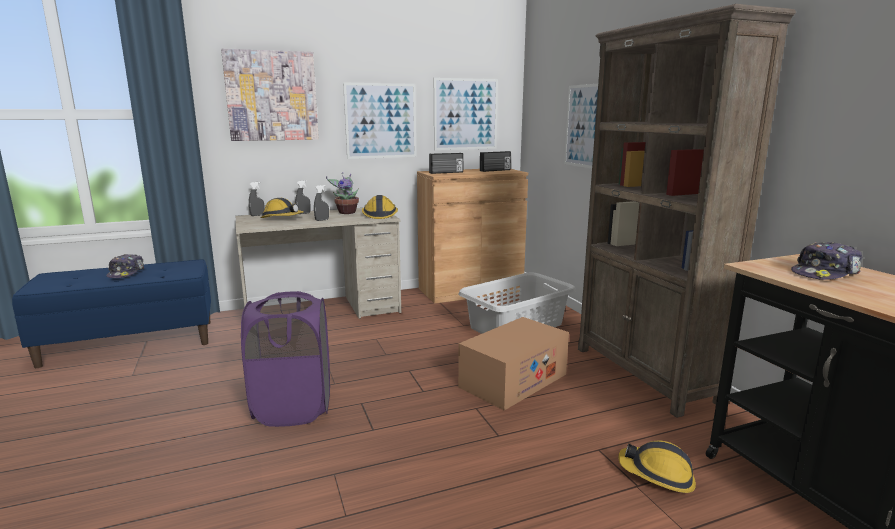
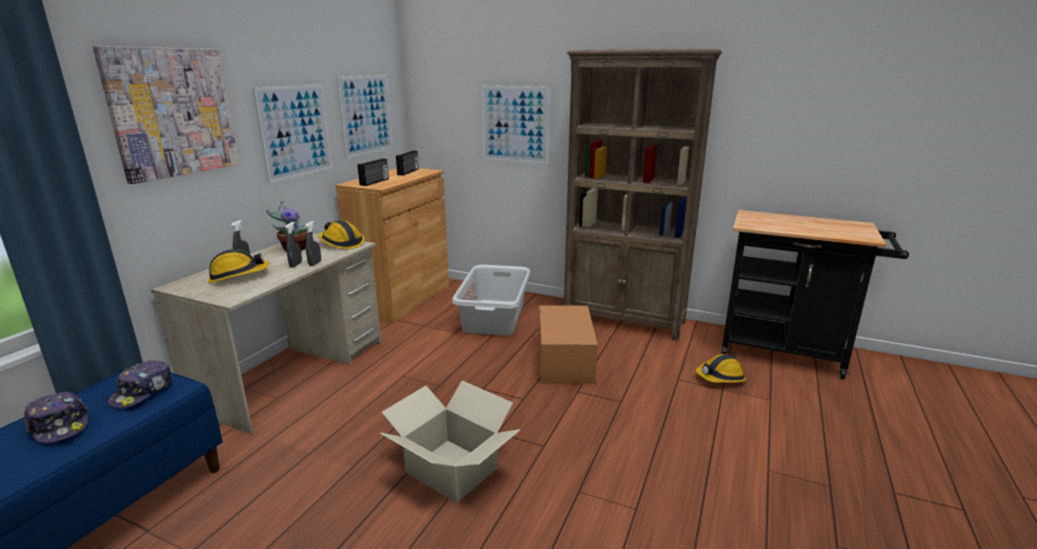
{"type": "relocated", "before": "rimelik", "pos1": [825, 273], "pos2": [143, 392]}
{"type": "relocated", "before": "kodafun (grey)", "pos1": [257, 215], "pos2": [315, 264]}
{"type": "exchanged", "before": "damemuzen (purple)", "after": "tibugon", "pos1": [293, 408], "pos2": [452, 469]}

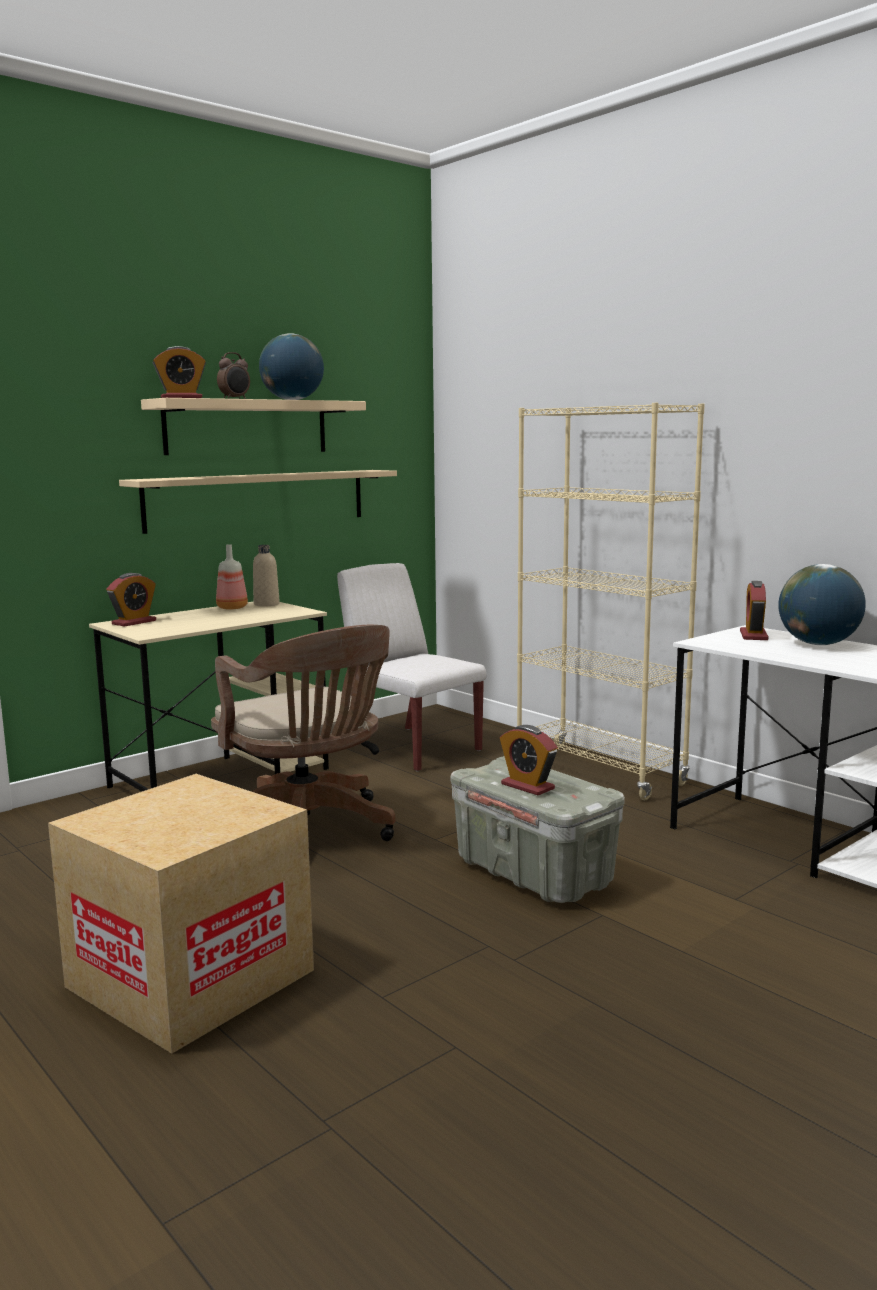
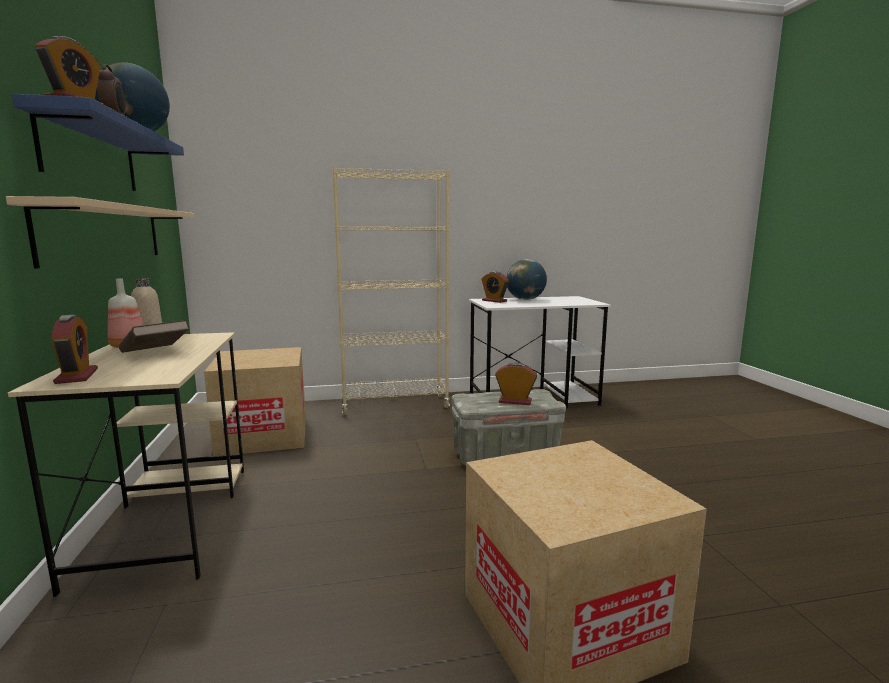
{"type": "colour", "before": "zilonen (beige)", "after": "zilonen (blue)", "pos1": [247, 427], "pos2": [91, 154]}
{"type": "appeared", "after": "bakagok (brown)", "pos2": [155, 353]}
{"type": "exchanged", "before": "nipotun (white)", "after": "tibugon", "pos1": [411, 748], "pos2": [263, 435]}
{"type": "spun", "before": "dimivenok", "pos1": [527, 786], "pos2": [515, 401], "turn": -150}
{"type": "missing", "before": "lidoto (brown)", "pos1": [309, 831]}

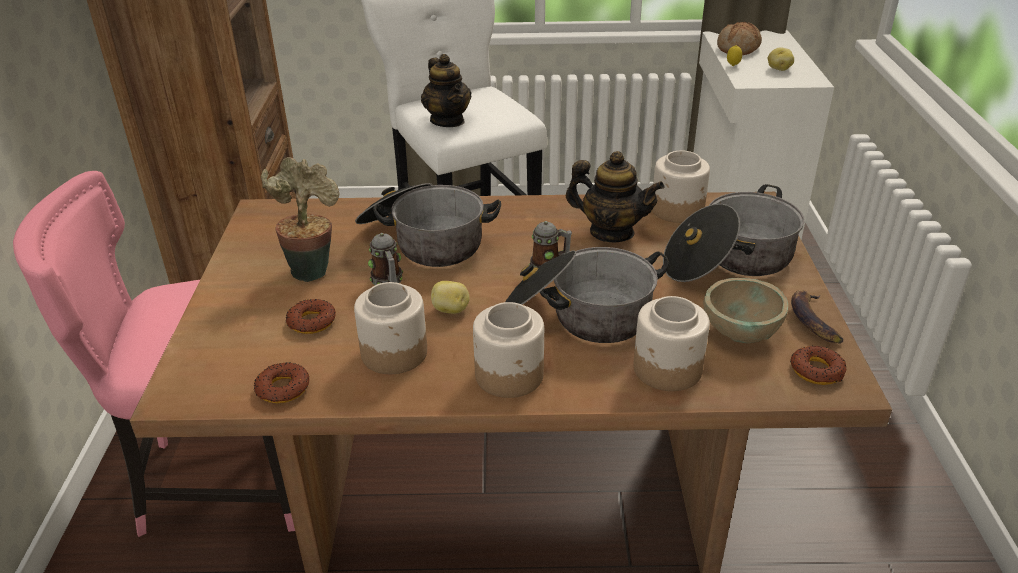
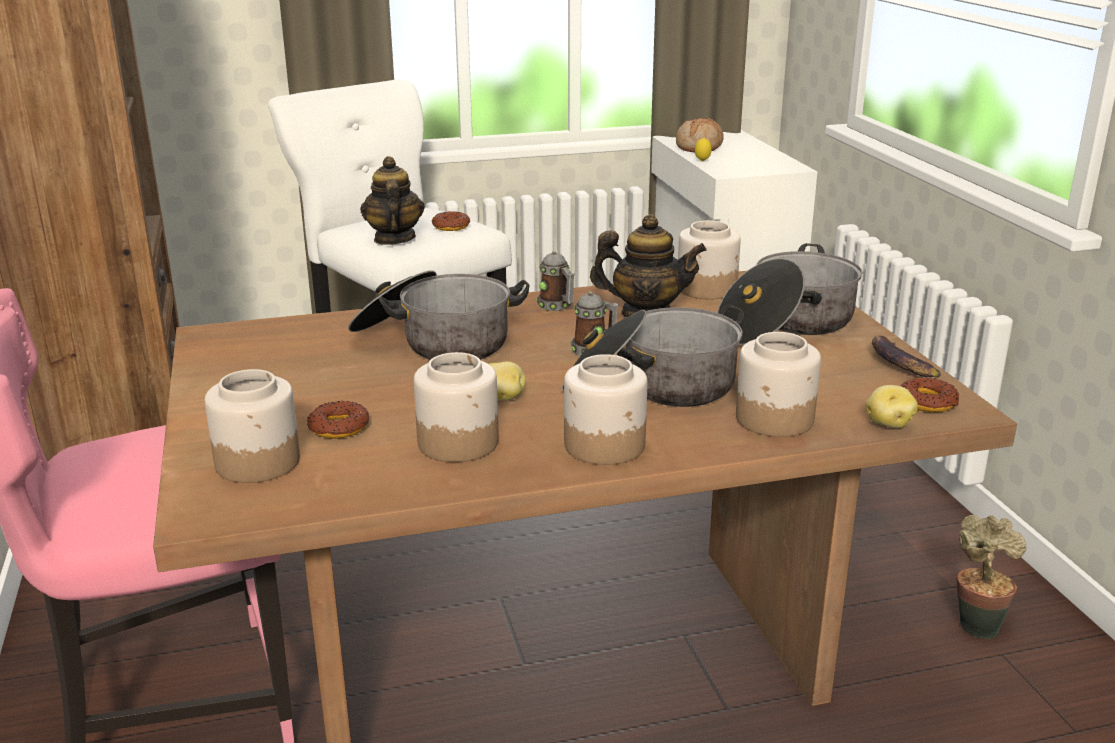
{"type": "appeared", "after": "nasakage", "pos2": [259, 462]}
{"type": "spun", "before": "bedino", "pos1": [448, 121], "pos2": [394, 239], "turn": -150}
{"type": "relocated", "before": "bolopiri", "pos1": [283, 388], "pos2": [451, 226]}
{"type": "relocated", "before": "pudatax", "pos1": [388, 281], "pos2": [557, 306]}
{"type": "relocated", "before": "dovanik", "pos1": [779, 69], "pos2": [888, 423]}
{"type": "relocated", "before": "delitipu", "pos1": [312, 268], "pos2": [976, 624]}
{"type": "missing", "before": "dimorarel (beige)", "pos1": [739, 334]}

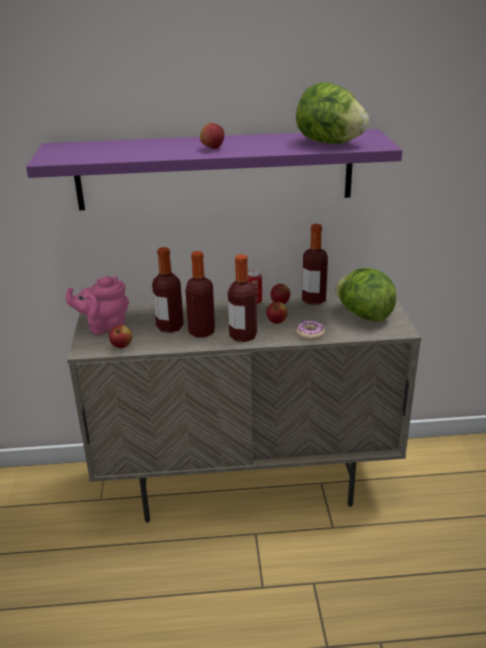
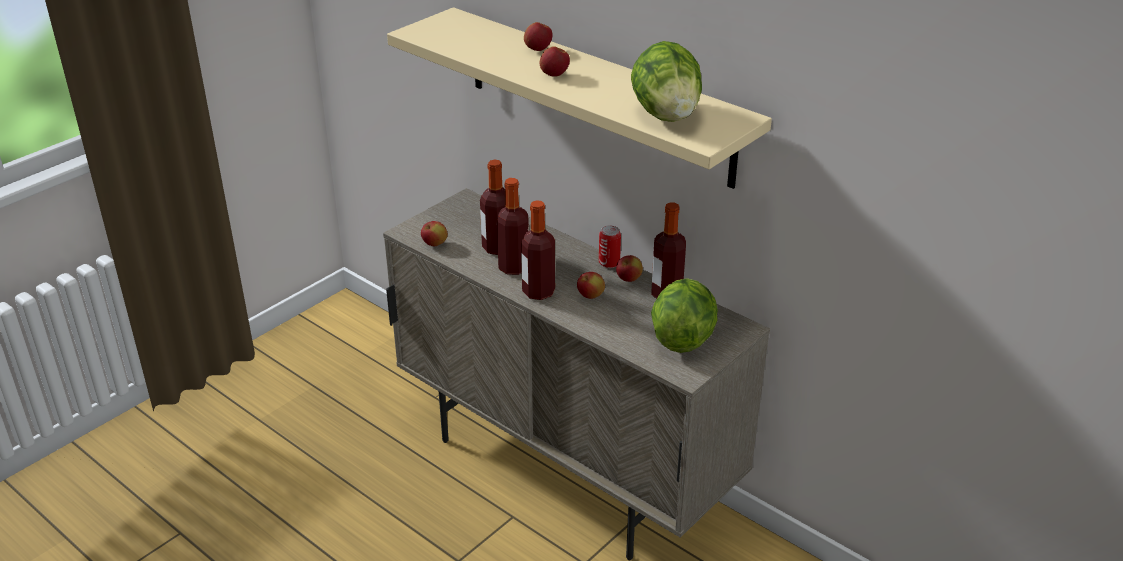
{"type": "colour", "before": "zilonen (purple)", "after": "zilonen (beige)", "pos1": [215, 170], "pos2": [596, 95]}
{"type": "appeared", "after": "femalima", "pos2": [538, 49]}
{"type": "missing", "before": "bedino (pink)", "pos1": [104, 327]}
{"type": "missing", "before": "bolopiri", "pos1": [310, 334]}

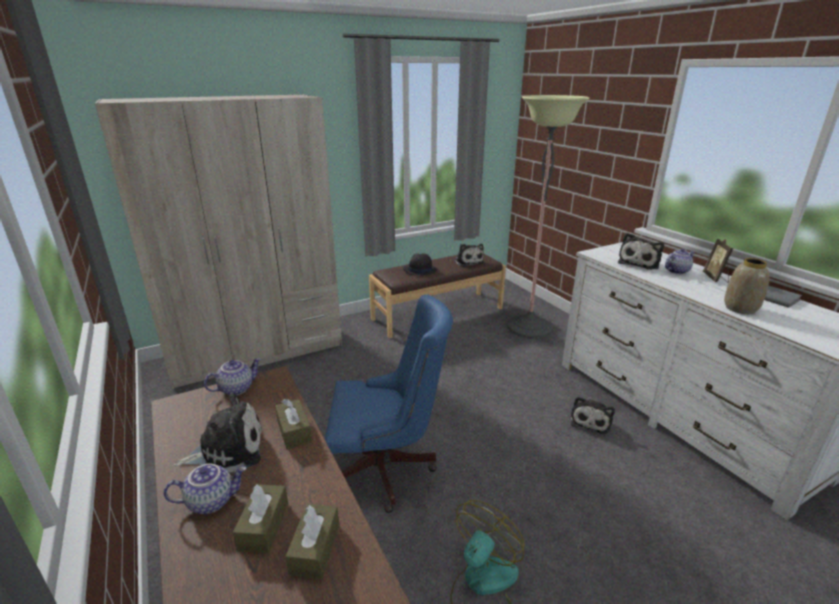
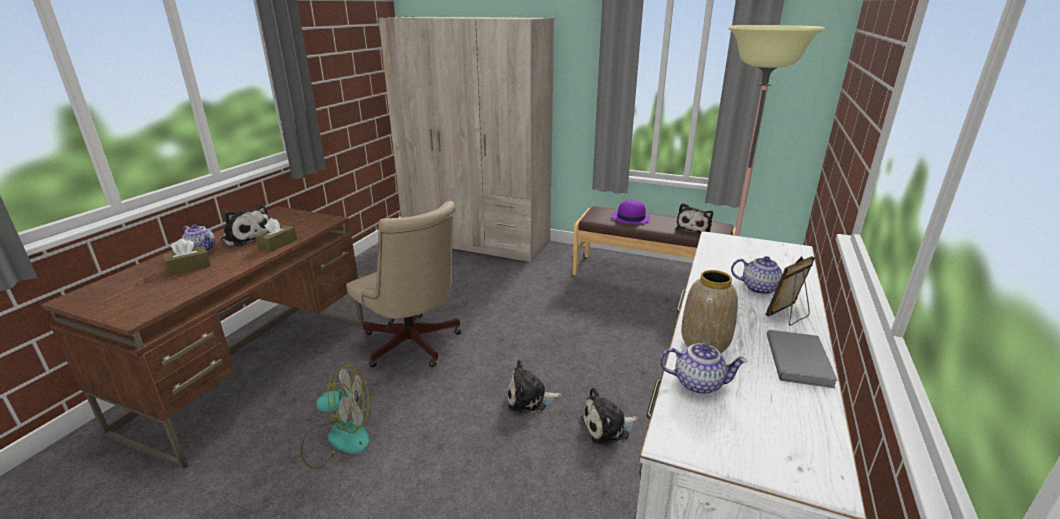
{"type": "colour", "before": "lidoto (blue)", "after": "lidoto (beige)", "pos1": [386, 469], "pos2": [413, 346]}
{"type": "relocated", "before": "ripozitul", "pos1": [639, 263], "pos2": [529, 399]}
{"type": "colour", "before": "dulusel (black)", "after": "dulusel (purple)", "pos1": [419, 270], "pos2": [630, 218]}
{"type": "relocated", "before": "bedino", "pos1": [236, 388], "pos2": [698, 383]}
{"type": "missing", "before": "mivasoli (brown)", "pos1": [315, 548]}

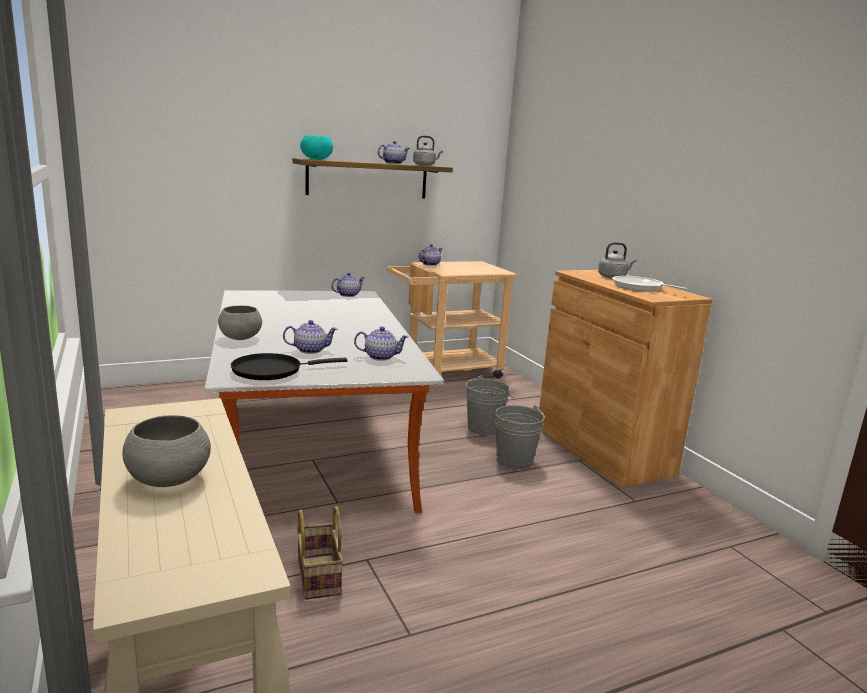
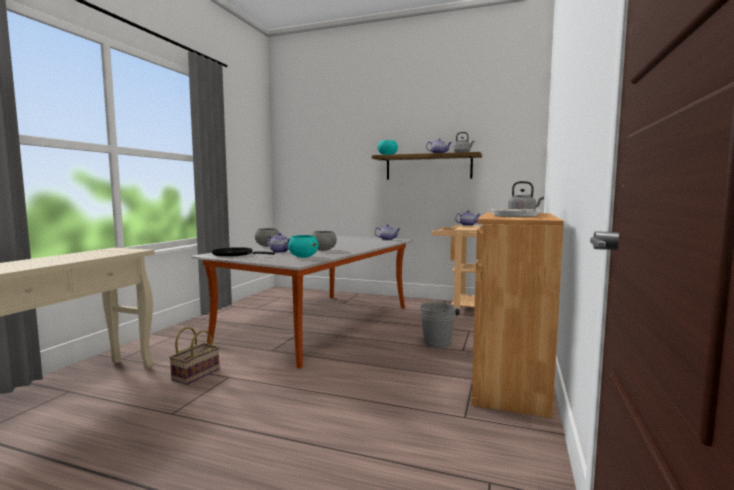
{"type": "exchanged", "before": "bedino", "after": "dimorarel (turquoise)", "pos1": [381, 357], "pos2": [303, 257]}
{"type": "relocated", "before": "dimorarel (grey)", "pos1": [168, 480], "pos2": [323, 250]}
{"type": "missing", "before": "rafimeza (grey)", "pos1": [514, 460]}

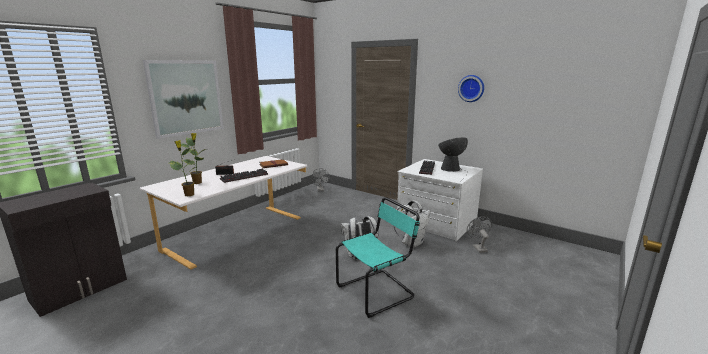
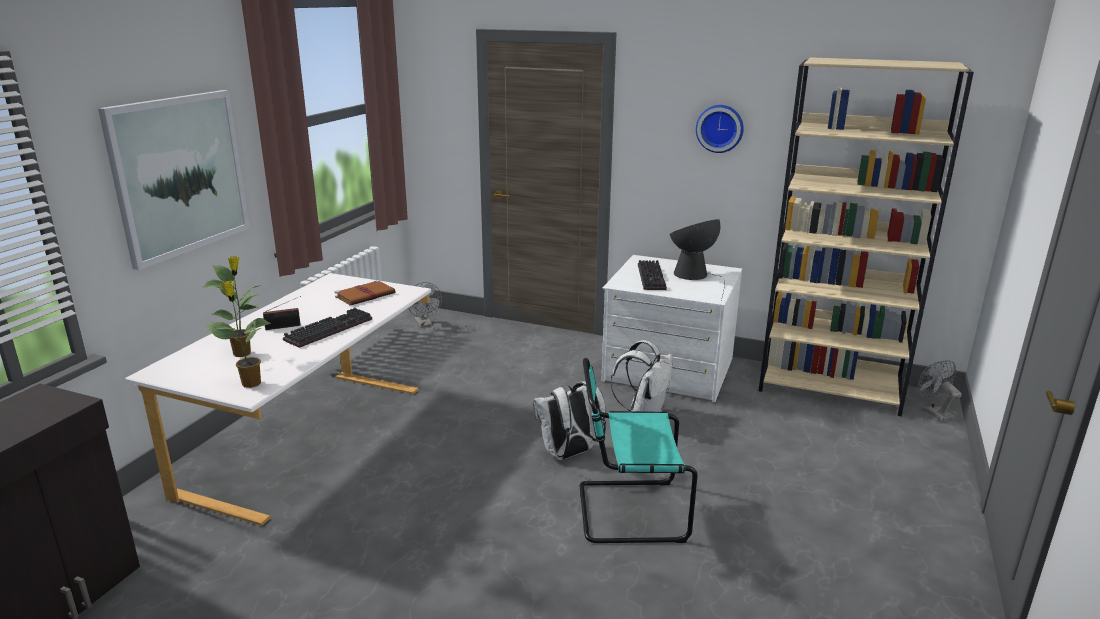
{"type": "spun", "before": "nipotun (turquoise)", "pos1": [377, 291], "pos2": [626, 511], "turn": -135}
{"type": "appeared", "after": "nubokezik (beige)", "pos2": [830, 388]}
{"type": "relocated", "before": "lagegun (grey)", "pos1": [478, 247], "pos2": [933, 412]}

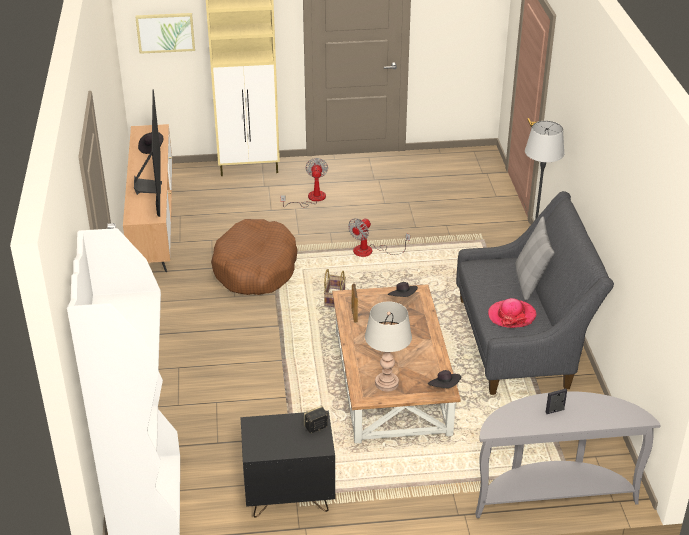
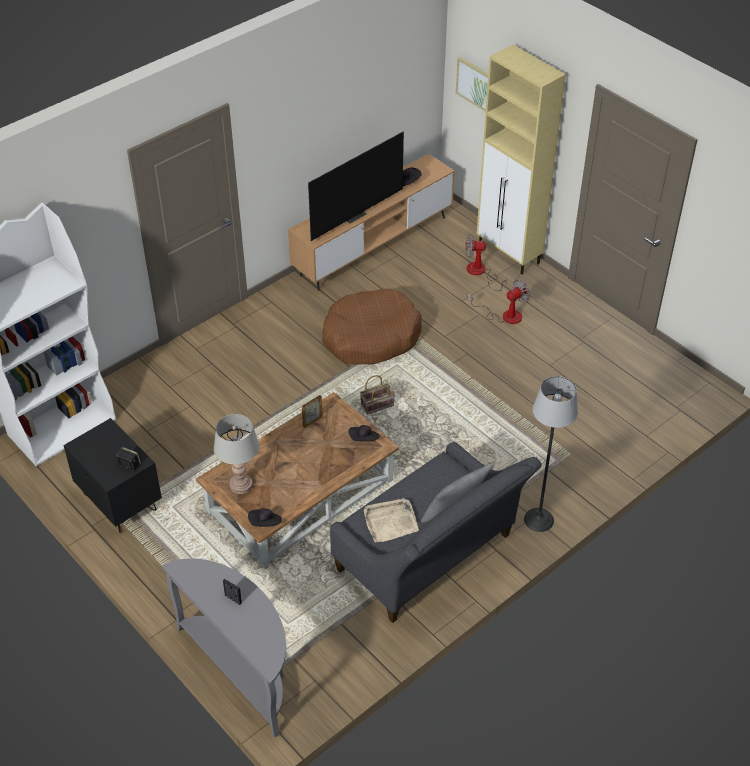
{"type": "exchanged", "before": "dulusel", "after": "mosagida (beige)", "pos1": [511, 315], "pos2": [390, 522]}
{"type": "relocated", "before": "lagegun", "pos1": [370, 251], "pos2": [480, 273]}

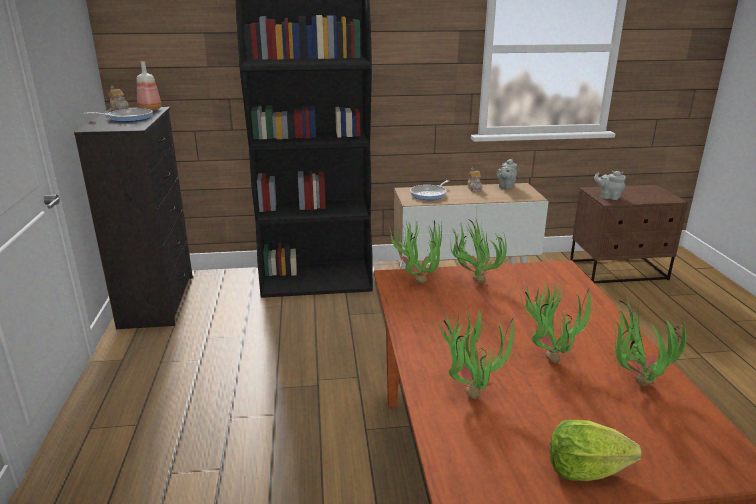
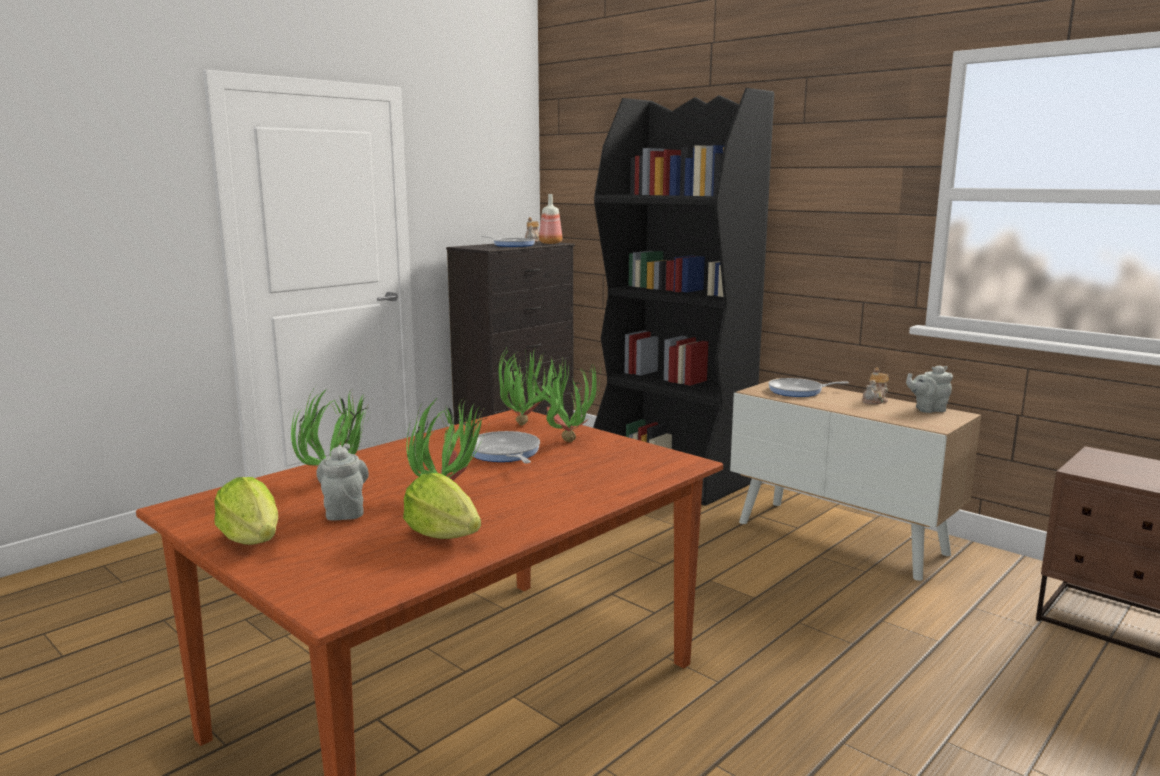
{"type": "relocated", "before": "bedino (grey)", "pos1": [608, 197], "pos2": [345, 511]}
{"type": "exchanged", "before": "delitipu", "after": "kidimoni", "pos1": [633, 383], "pos2": [443, 535]}
{"type": "appeared", "after": "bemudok", "pos2": [504, 453]}

